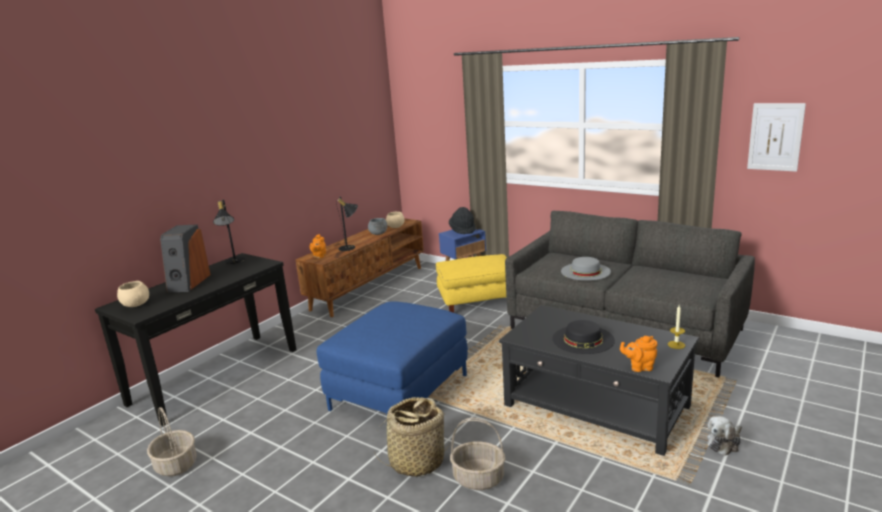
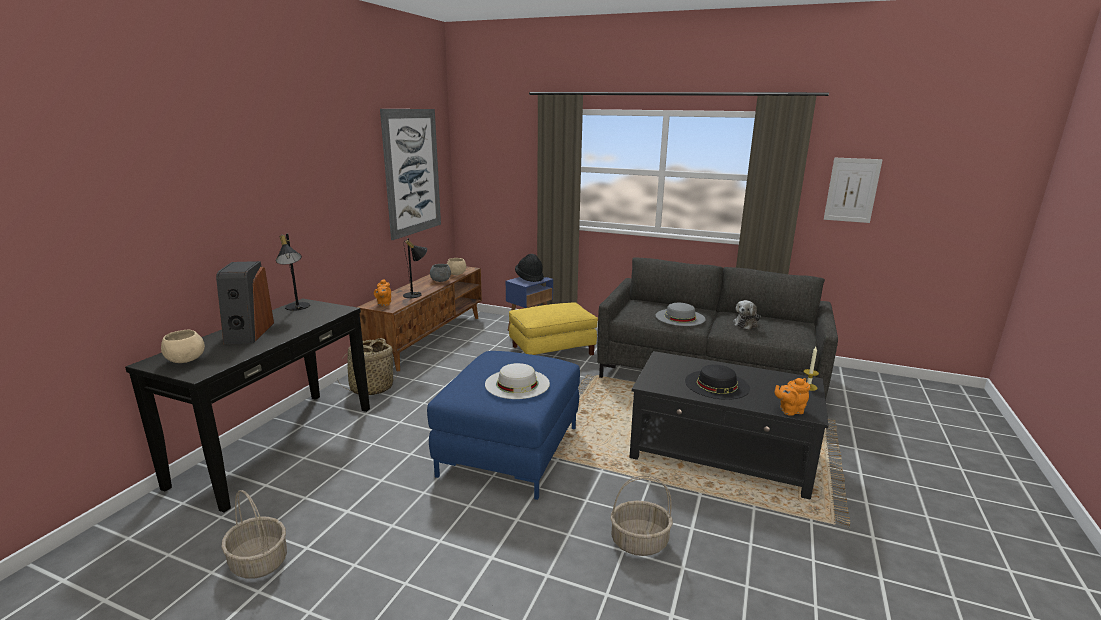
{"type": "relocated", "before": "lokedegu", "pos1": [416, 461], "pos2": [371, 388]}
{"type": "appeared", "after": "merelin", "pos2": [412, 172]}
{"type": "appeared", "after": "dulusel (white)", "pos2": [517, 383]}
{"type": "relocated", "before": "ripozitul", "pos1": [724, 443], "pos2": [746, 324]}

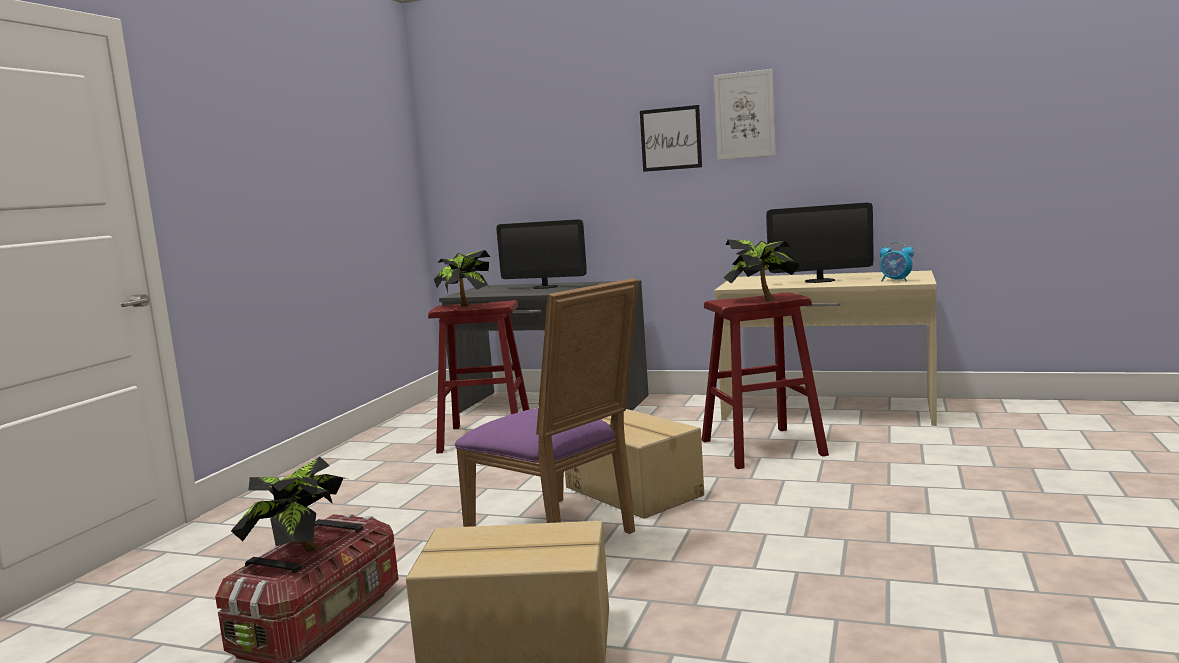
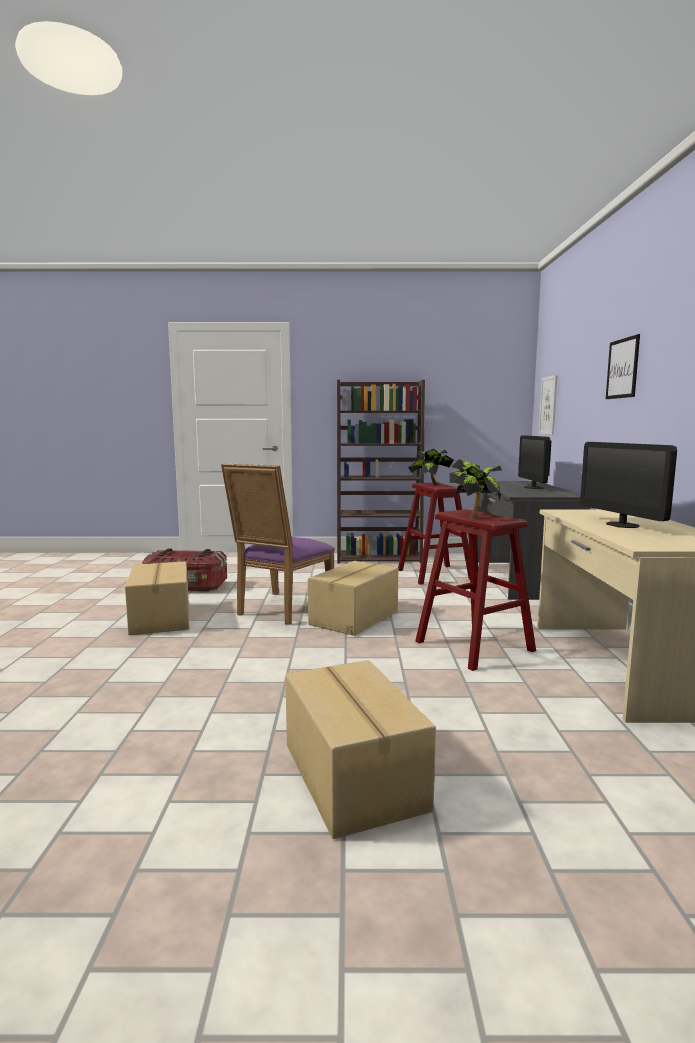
{"type": "appeared", "after": "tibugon", "pos2": [351, 777]}
{"type": "appeared", "after": "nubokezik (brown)", "pos2": [379, 558]}
{"type": "relocated", "before": "merelin", "pos1": [744, 115], "pos2": [548, 405]}
{"type": "missing", "before": "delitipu", "pos1": [301, 555]}
{"type": "missing", "before": "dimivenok", "pos1": [896, 280]}

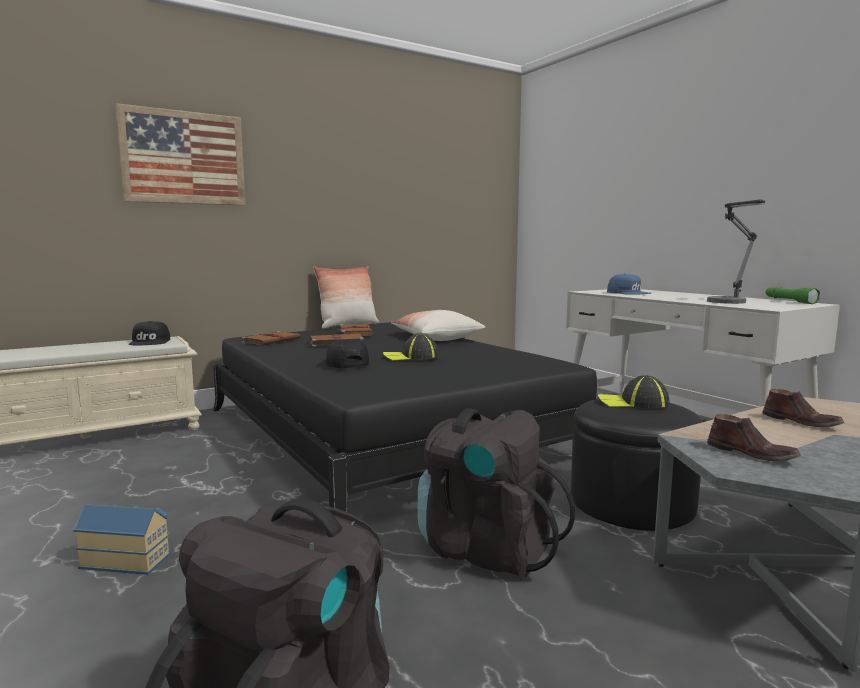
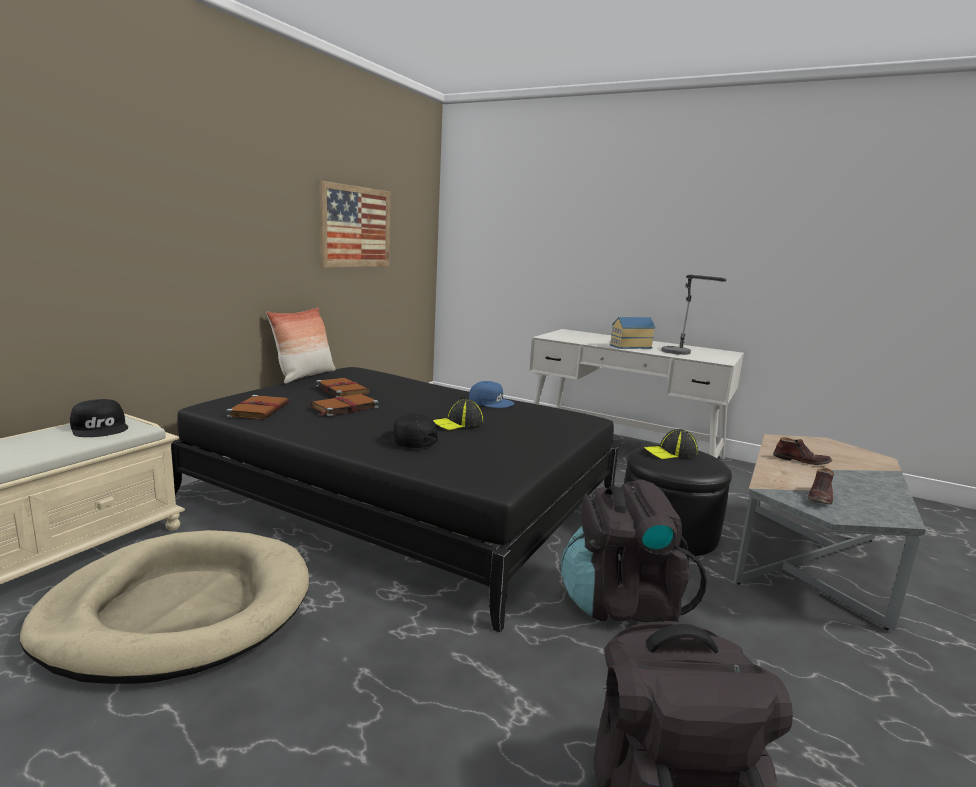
{"type": "appeared", "after": "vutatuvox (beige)", "pos2": [179, 610]}
{"type": "relocated", "before": "merelin", "pos1": [184, 158], "pos2": [355, 227]}
{"type": "relocated", "before": "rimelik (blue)", "pos1": [628, 293], "pos2": [490, 402]}
{"type": "relocated", "before": "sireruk", "pos1": [127, 559], "pos2": [629, 346]}
{"type": "spun", "before": "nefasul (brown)", "pos1": [751, 454], "pos2": [820, 497], "turn": 105}
{"type": "missing", "before": "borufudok", "pos1": [436, 338]}
{"type": "missing", "before": "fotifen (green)", "pos1": [789, 301]}

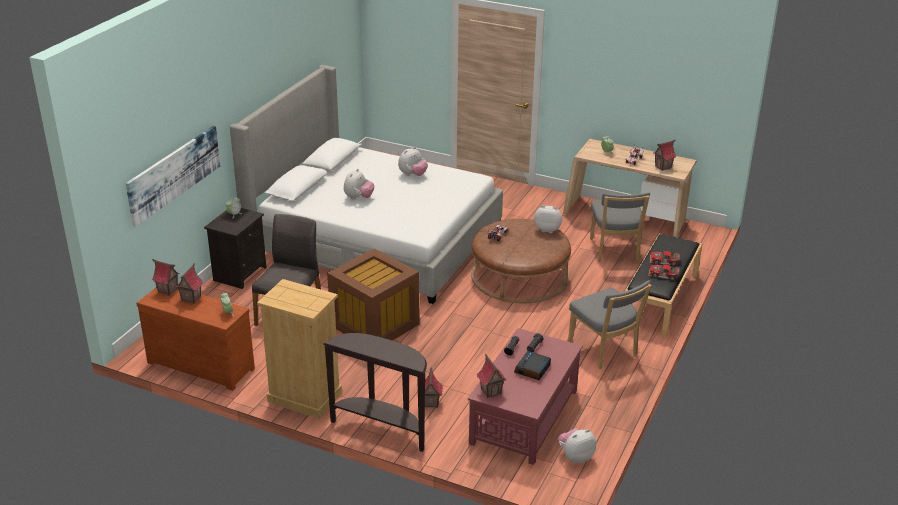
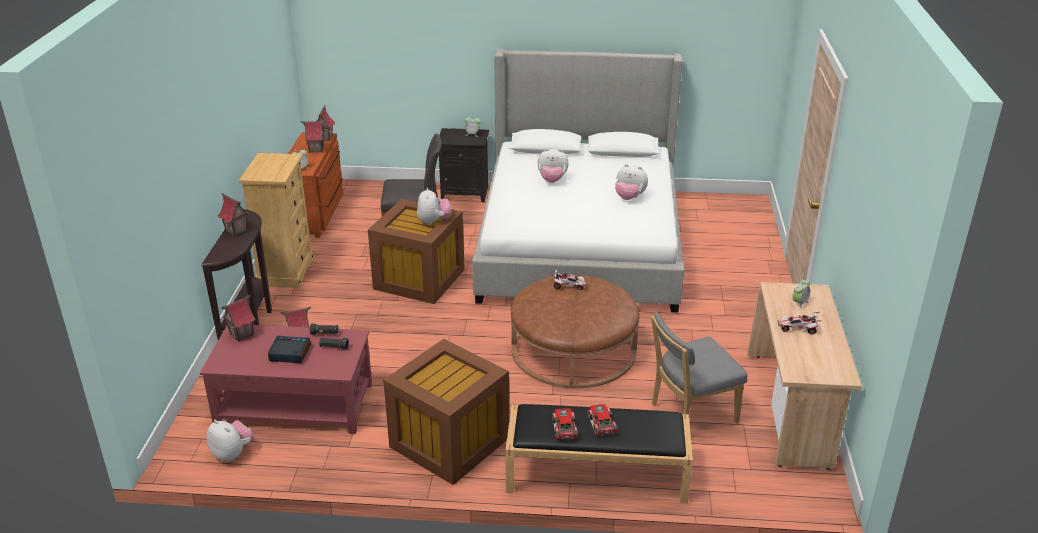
{"type": "relocated", "before": "sireruk", "pos1": [663, 167], "pos2": [236, 231]}
{"type": "exchanged", "before": "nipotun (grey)", "after": "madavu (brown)", "pos1": [604, 351], "pos2": [447, 442]}
{"type": "relocated", "before": "ripozitul", "pos1": [548, 229], "pos2": [434, 222]}
{"type": "missing", "before": "merelin", "pos1": [174, 173]}

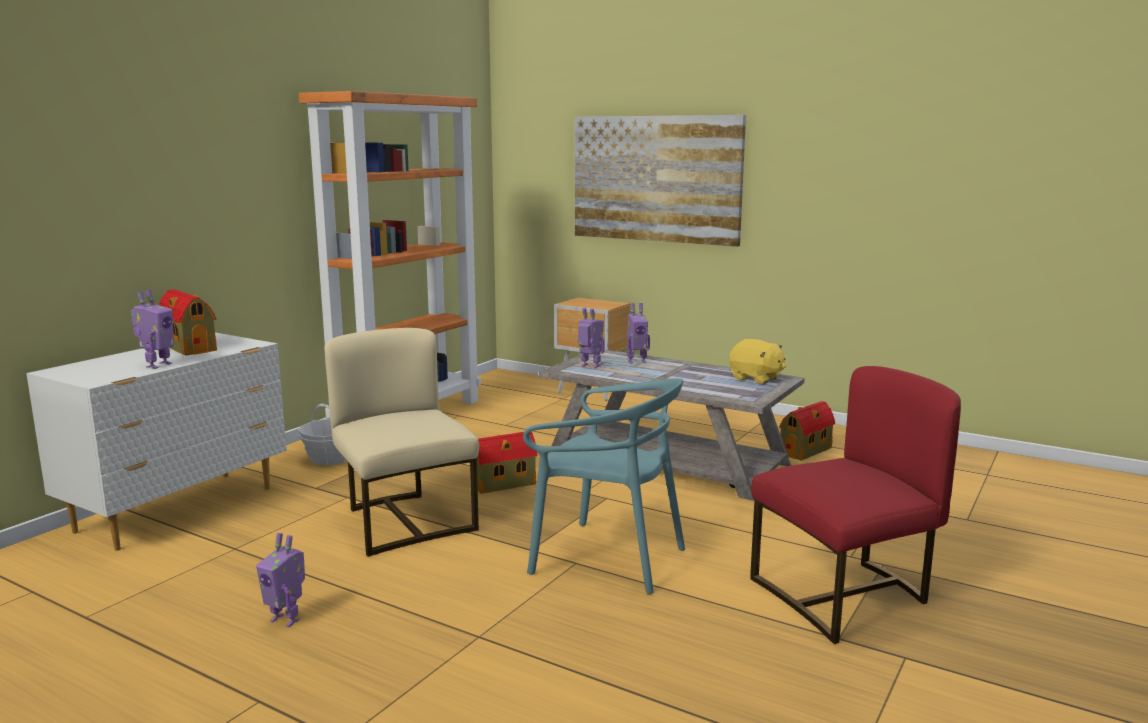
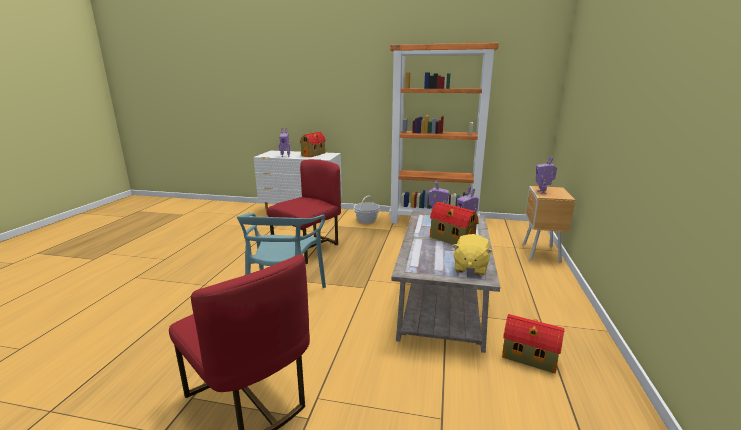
{"type": "colour", "before": "nipotun (beige)", "after": "nipotun (red)", "pos1": [404, 521], "pos2": [308, 248]}
{"type": "relocated", "before": "sireruk", "pos1": [502, 484], "pos2": [451, 239]}
{"type": "relocated", "before": "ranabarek", "pos1": [286, 619], "pos2": [542, 192]}
{"type": "missing", "before": "merelin", "pos1": [656, 179]}

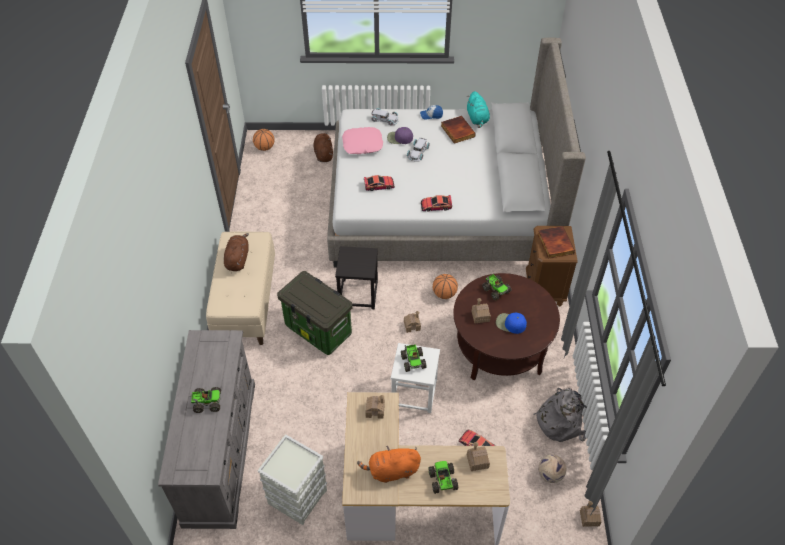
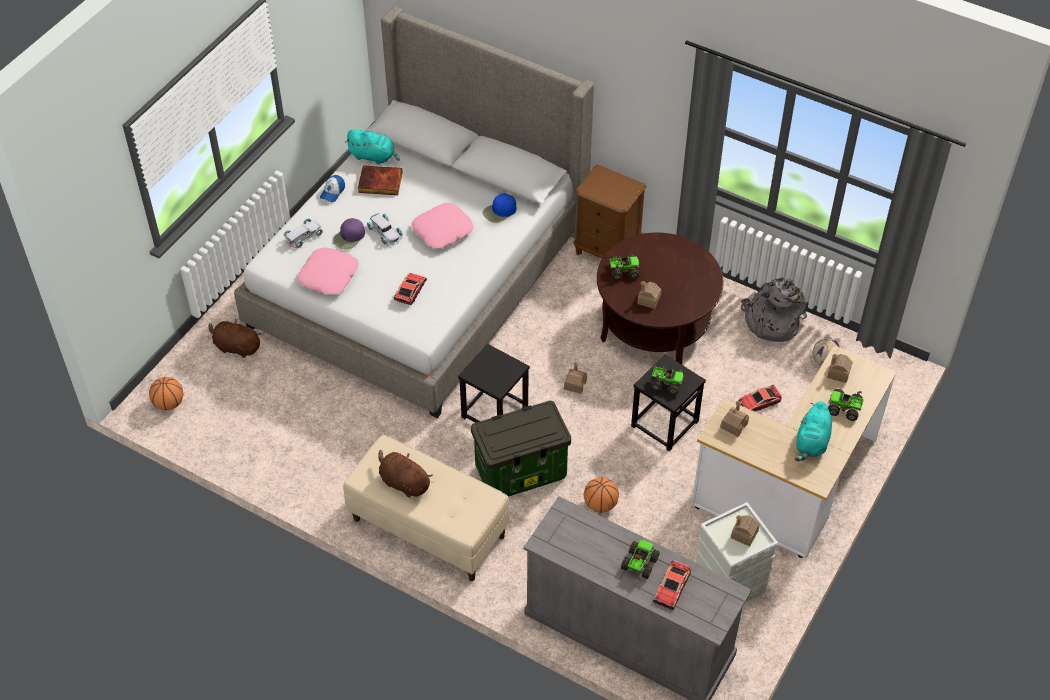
{"type": "appeared", "after": "borufudok (pink)", "pos2": [443, 231]}
{"type": "relocated", "before": "rimelik (blue)", "pos1": [510, 324], "pos2": [500, 211]}
{"type": "relocated", "before": "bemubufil", "pos1": [444, 294], "pos2": [600, 504]}
{"type": "colour", "before": "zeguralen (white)", "after": "zeguralen (black)", "pos1": [414, 392], "pos2": [664, 423]}
{"type": "relocated", "before": "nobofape", "pos1": [436, 206], "pos2": [671, 588]}
{"type": "relocated", "before": "sireruk", "pos1": [589, 518], "pos2": [744, 534]}
{"type": "colour", "before": "ripozitul (orange)", "after": "ripozitul (turquoise)", "pos1": [391, 471], "pos2": [812, 443]}
{"type": "missing", "before": "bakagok", "pos1": [554, 243]}

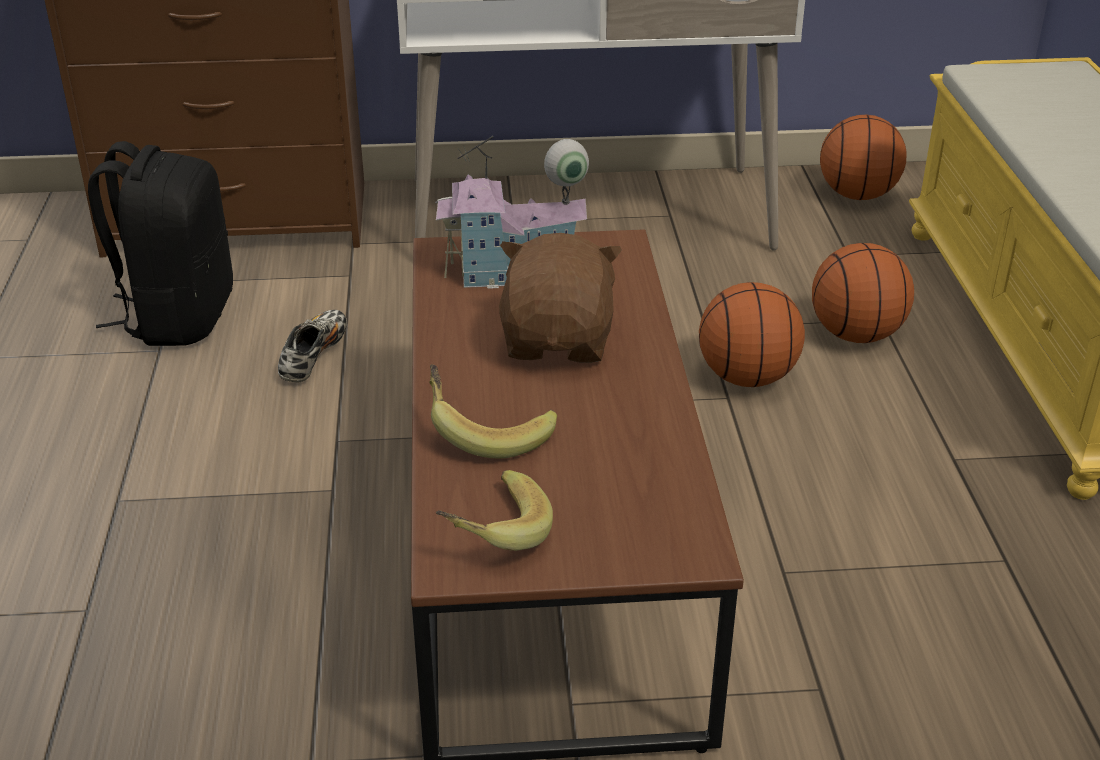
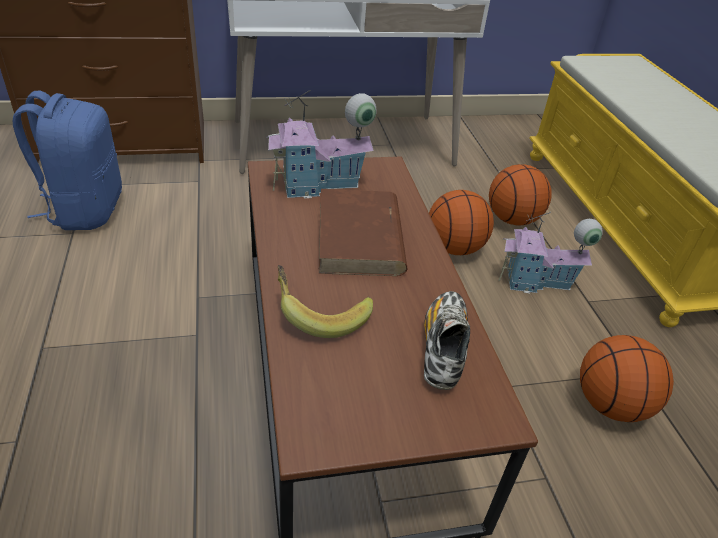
{"type": "colour", "before": "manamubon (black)", "after": "manamubon (blue)", "pos1": [178, 317], "pos2": [85, 209]}
{"type": "exchanged", "before": "ripozitul (brown)", "after": "bakagok (brown)", "pos1": [559, 341], "pos2": [360, 238]}
{"type": "relocated", "before": "nefasul", "pos1": [314, 356], "pos2": [443, 348]}
{"type": "appeared", "after": "sireruk", "pos2": [537, 282]}
{"type": "relocated", "before": "bemubufil", "pos1": [857, 195], "pos2": [610, 405]}
{"type": "missing", "before": "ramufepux", "pos1": [491, 533]}

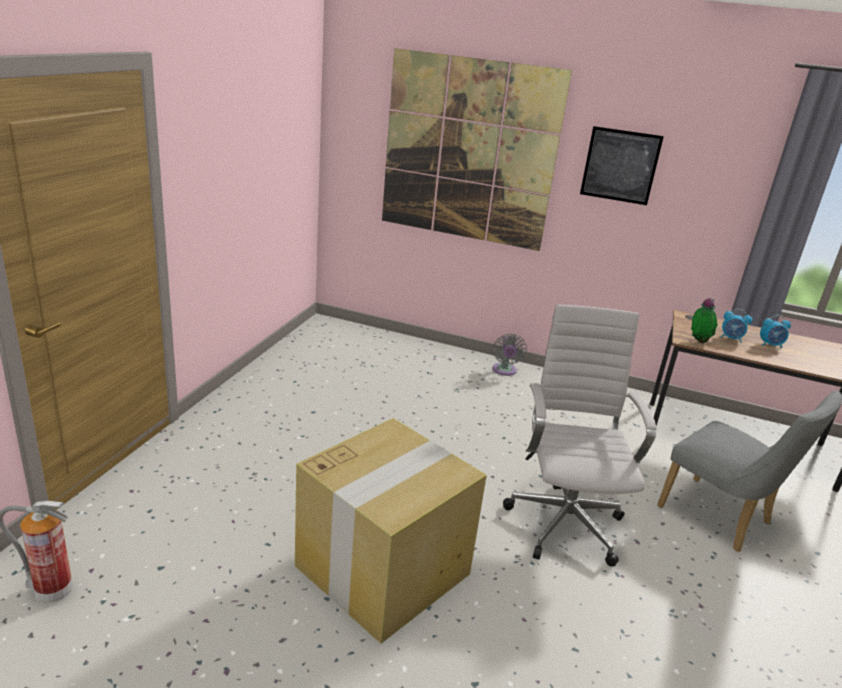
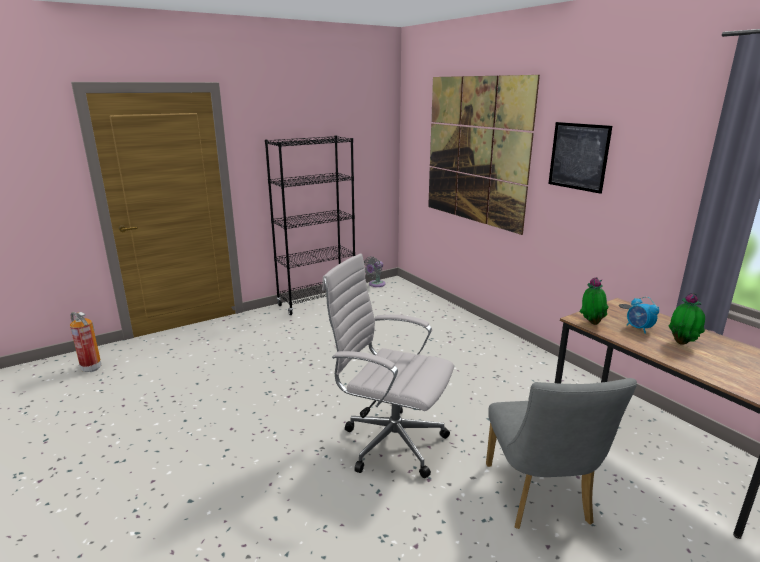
{"type": "appeared", "after": "nubokezik (black)", "pos2": [317, 302]}
{"type": "spun", "before": "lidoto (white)", "pos1": [564, 520], "pos2": [389, 442], "turn": -105}
{"type": "relocated", "before": "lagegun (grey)", "pos1": [504, 371], "pos2": [375, 284]}
{"type": "exchanged", "before": "dimivenok", "after": "delitipu", "pos1": [770, 345], "pos2": [682, 343]}
{"type": "missing", "before": "tibugon", "pos1": [384, 569]}

